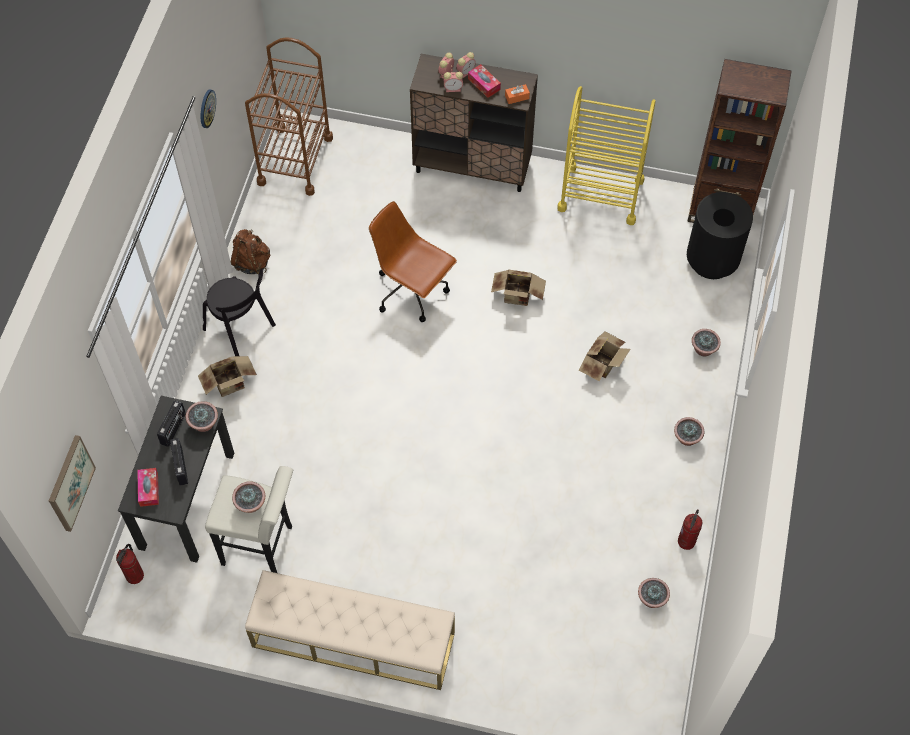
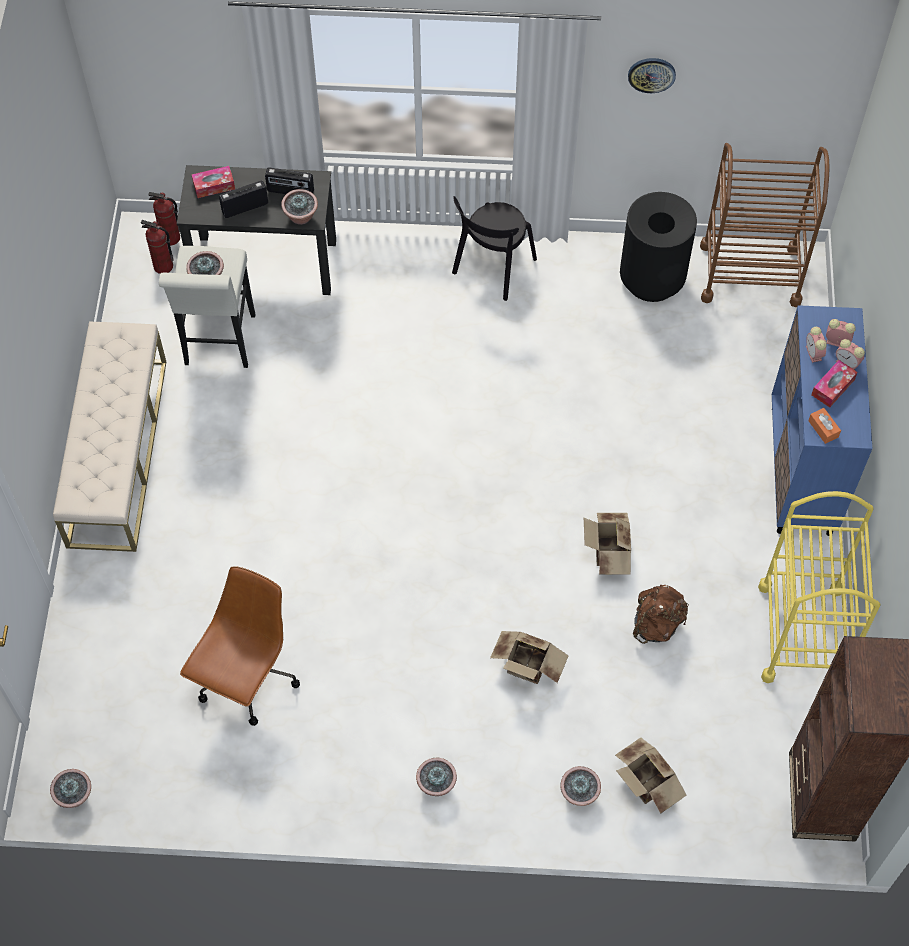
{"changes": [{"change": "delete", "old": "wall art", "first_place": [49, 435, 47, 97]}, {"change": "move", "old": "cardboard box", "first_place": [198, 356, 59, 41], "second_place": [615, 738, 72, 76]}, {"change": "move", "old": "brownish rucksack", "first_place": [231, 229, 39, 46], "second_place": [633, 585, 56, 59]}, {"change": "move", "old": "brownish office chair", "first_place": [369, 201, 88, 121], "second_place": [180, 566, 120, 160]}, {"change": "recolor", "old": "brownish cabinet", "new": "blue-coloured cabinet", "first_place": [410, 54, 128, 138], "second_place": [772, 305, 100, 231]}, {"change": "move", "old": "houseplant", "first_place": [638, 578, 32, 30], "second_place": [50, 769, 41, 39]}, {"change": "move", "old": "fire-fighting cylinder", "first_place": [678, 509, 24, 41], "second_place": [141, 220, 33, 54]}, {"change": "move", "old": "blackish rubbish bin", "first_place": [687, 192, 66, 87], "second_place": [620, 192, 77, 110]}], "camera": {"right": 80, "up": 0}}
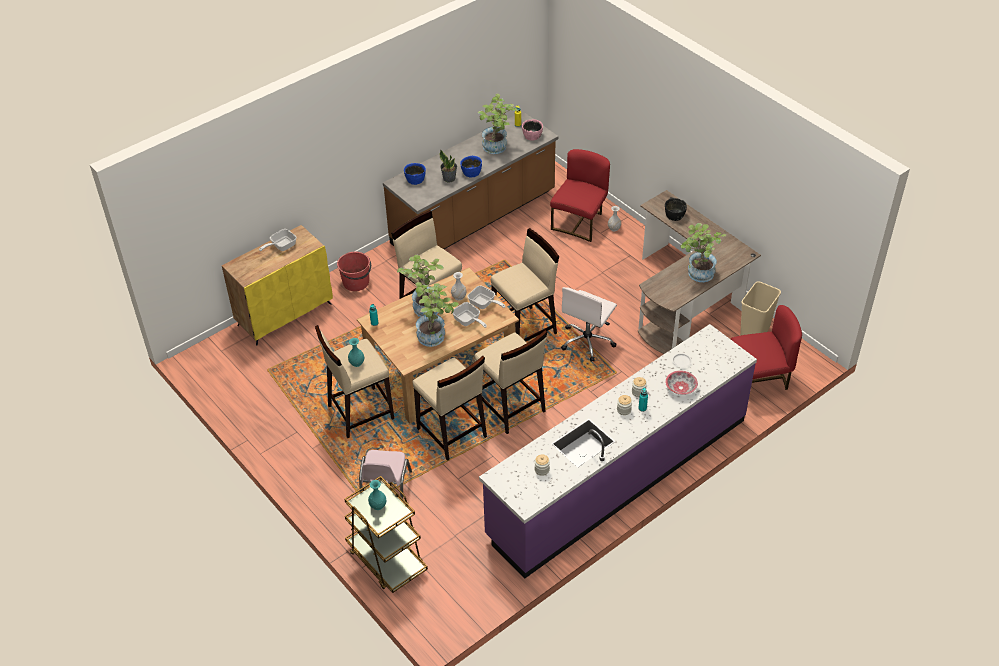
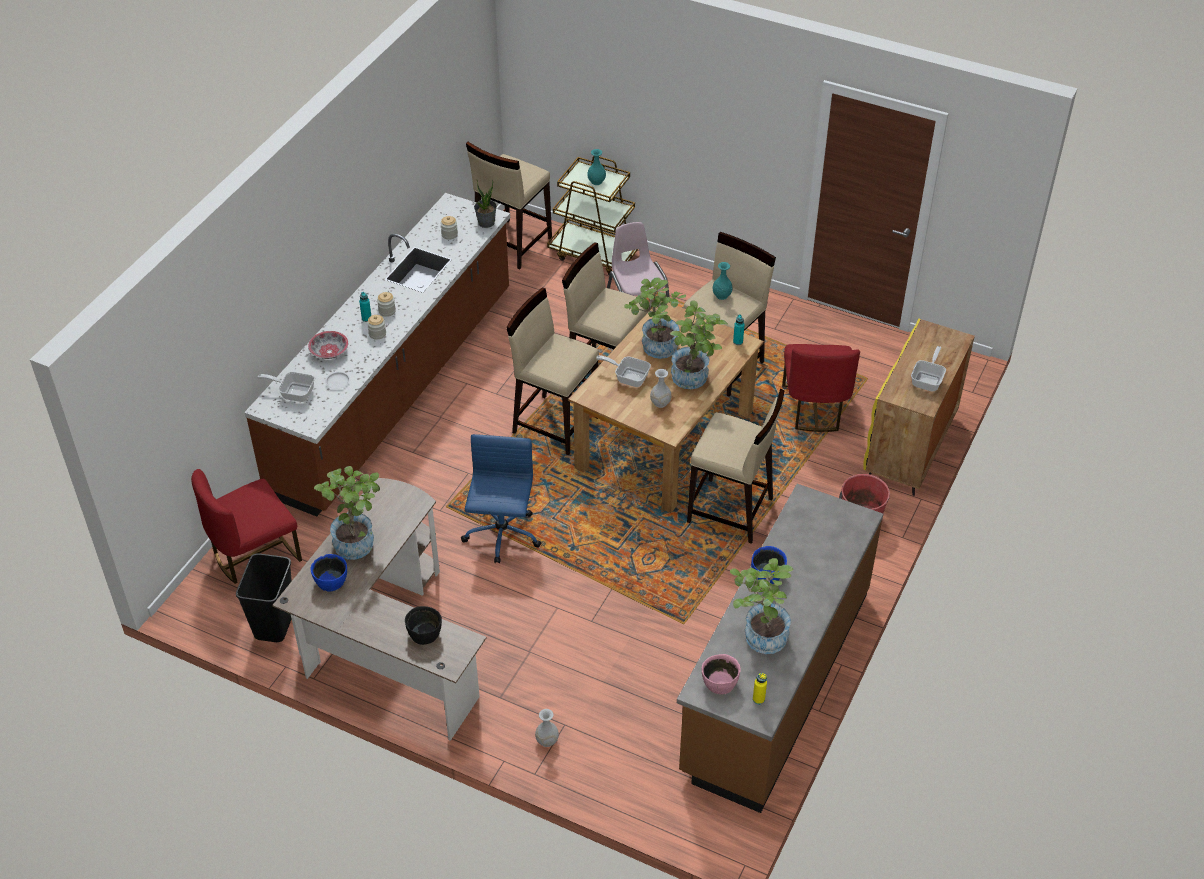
{"changes": [{"change": "move", "old": "blue-coloured deep dish", "first_place": [404, 163, 22, 22], "second_place": [310, 554, 37, 37]}, {"change": "move", "old": "houseplant", "first_place": [440, 149, 17, 33], "second_place": [474, 180, 23, 48]}, {"change": "move", "old": "frying pan", "first_place": [467, 286, 38, 23], "second_place": [258, 372, 57, 30]}, {"change": "recolor", "old": "purple kitchen base unit", "new": "brownish kitchen base unit", "first_place": [479, 324, 278, 255], "second_place": [244, 193, 266, 324]}, {"change": "move", "old": "beige-coloured sitting stool", "first_place": [491, 228, 68, 113], "second_place": [466, 142, 86, 128]}, {"change": "move", "old": "reddish chair", "first_place": [550, 149, 60, 93], "second_place": [782, 344, 78, 88]}, {"change": "recolor", "old": "white-coloured office chair", "new": "blue-coloured office chair", "first_place": [561, 287, 56, 75], "second_place": [461, 434, 80, 129]}, {"change": "recolor", "old": "beige-coloured rubbish bin", "new": "blackish rubbish bin", "first_place": [740, 281, 41, 55], "second_place": [236, 553, 56, 89]}], "camera": {"right": 155, "up": 0}}
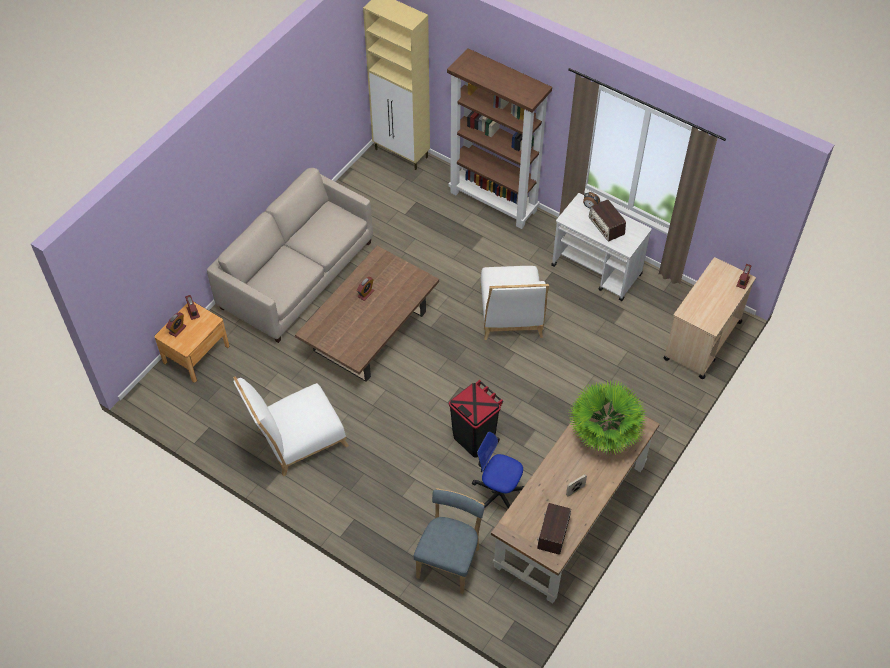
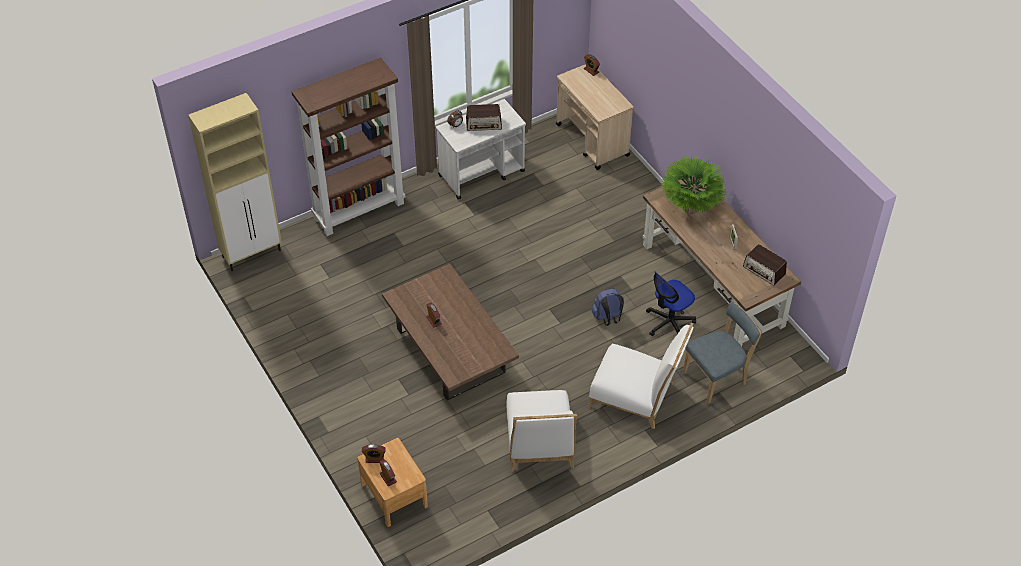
{"changes": [{"change": "delete", "old": "beige-coloured couch", "first_place": [207, 168, 166, 175]}, {"change": "rotate", "old": "blue-coloured chair", "first_place": [414, 488, 71, 106], "second_place": [683, 302, 79, 102], "degrees": 105}, {"change": "replace", "old": "blackish rubbish bin", "new": "blue-coloured rucksack", "first_place": [449, 380, 54, 78], "second_place": [592, 288, 32, 38]}, {"change": "move", "old": "white-coloured chair", "first_place": [480, 266, 69, 74], "second_place": [587, 323, 107, 106]}], "camera": {"right": -65, "up": -5}}
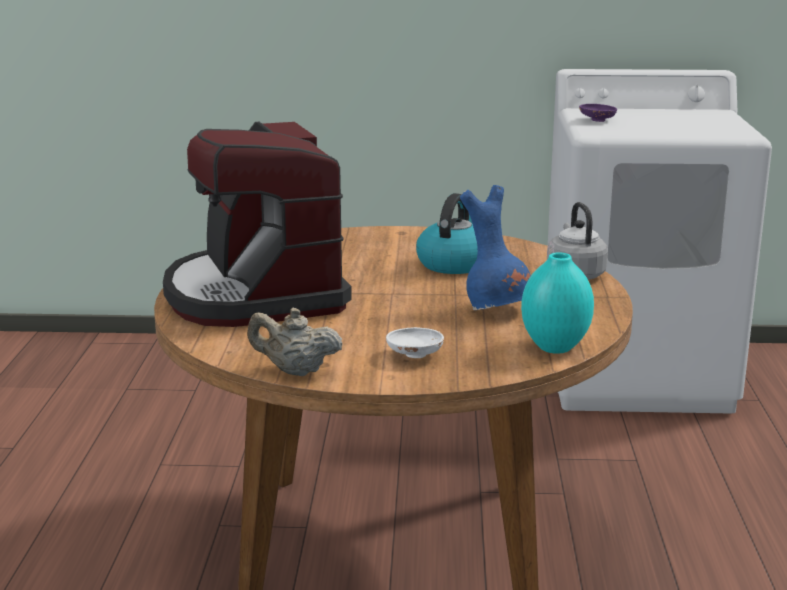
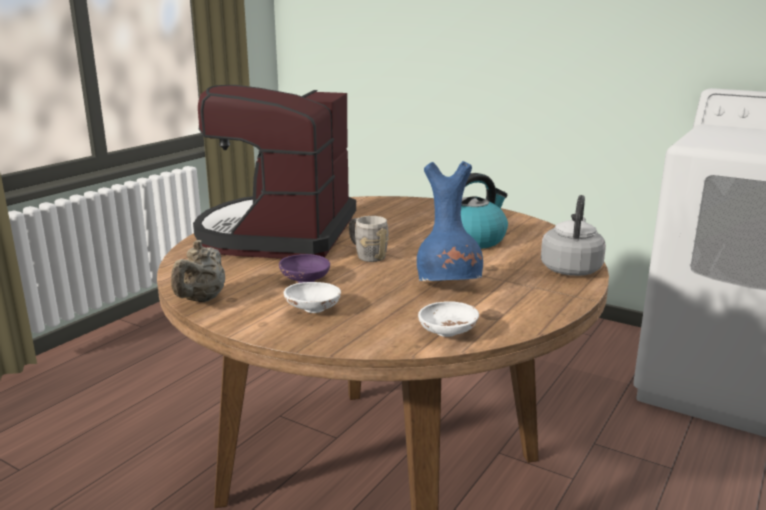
{"changes": [{"change": "rotate", "old": "beige-coloured tea pot", "first_place": [247, 307, 95, 69], "second_place": [171, 240, 54, 62], "degrees": -120}, {"change": "replace", "old": "turquoise-coloured flower vase", "new": "white-coloured deep dish", "first_place": [521, 252, 73, 102], "second_place": [418, 301, 61, 36]}, {"change": "move", "old": "purple deep dish", "first_place": [579, 104, 38, 18], "second_place": [279, 254, 51, 29]}, {"change": "insert", "new": "greyish tea mug", "second_place": [349, 216, 40, 46]}], "camera": {"right": 30, "up": 0}}
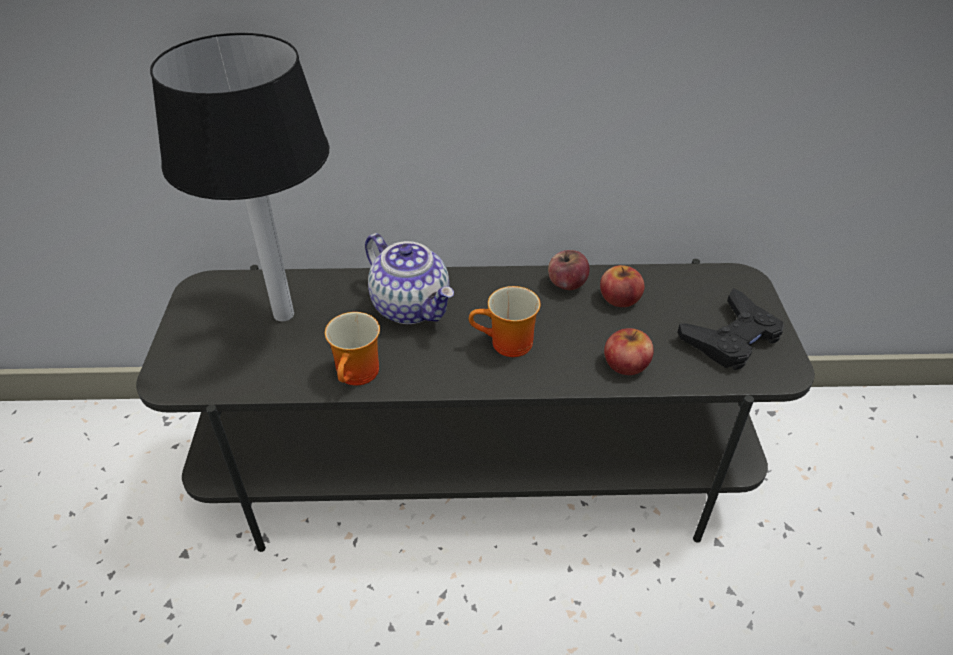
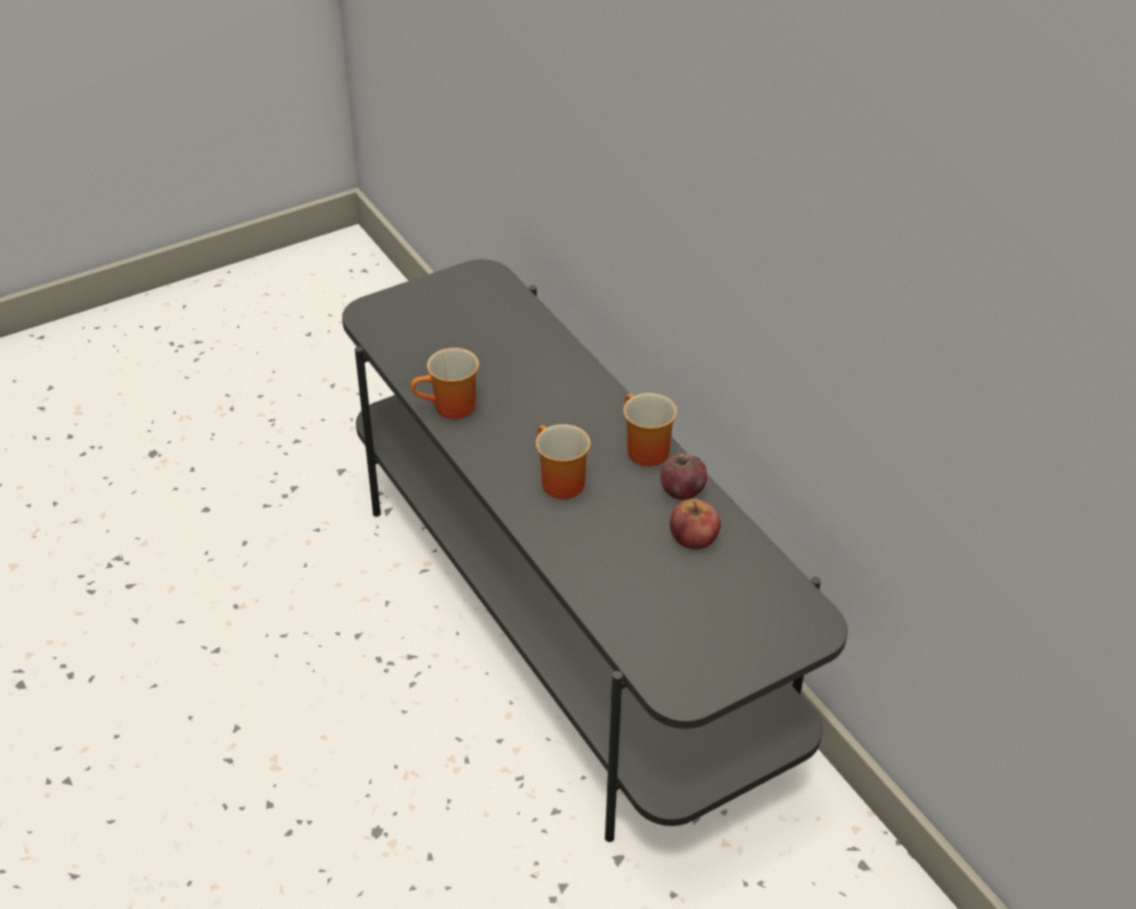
{"changes": [{"change": "delete", "old": "table lamp", "first_place": [150, 33, 179, 288]}, {"change": "delete", "old": "tea pot", "first_place": [365, 233, 89, 91]}, {"change": "delete", "old": "apple", "first_place": [604, 328, 50, 47]}, {"change": "delete", "old": "blackish joypad", "first_place": [678, 288, 106, 82]}, {"change": "insert", "new": "tea mug", "second_place": [623, 393, 54, 73]}], "camera": {"right": 60, "up": 0}}
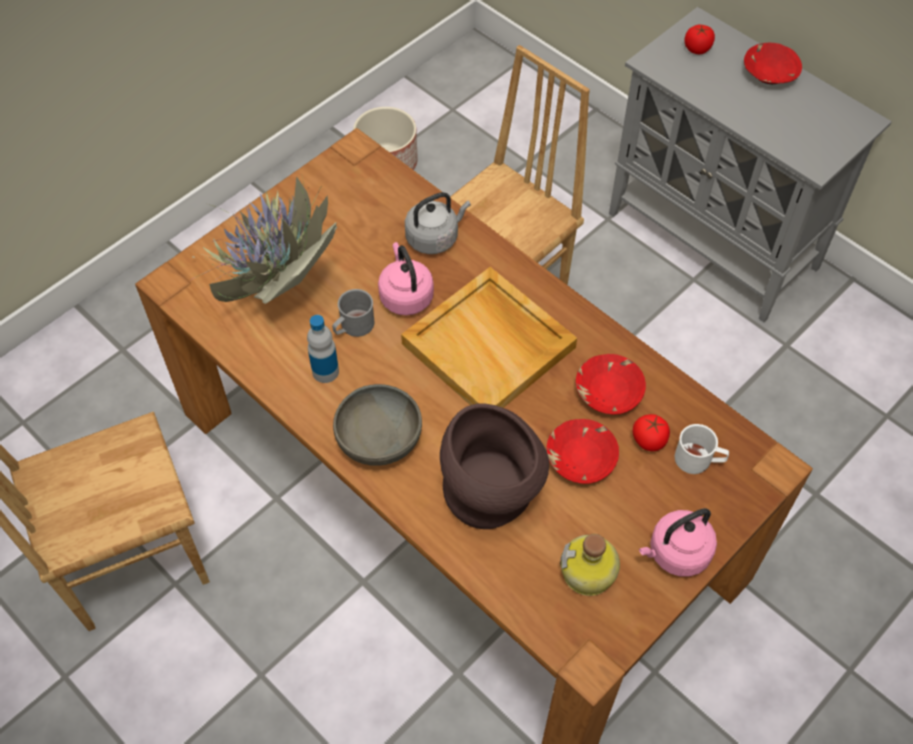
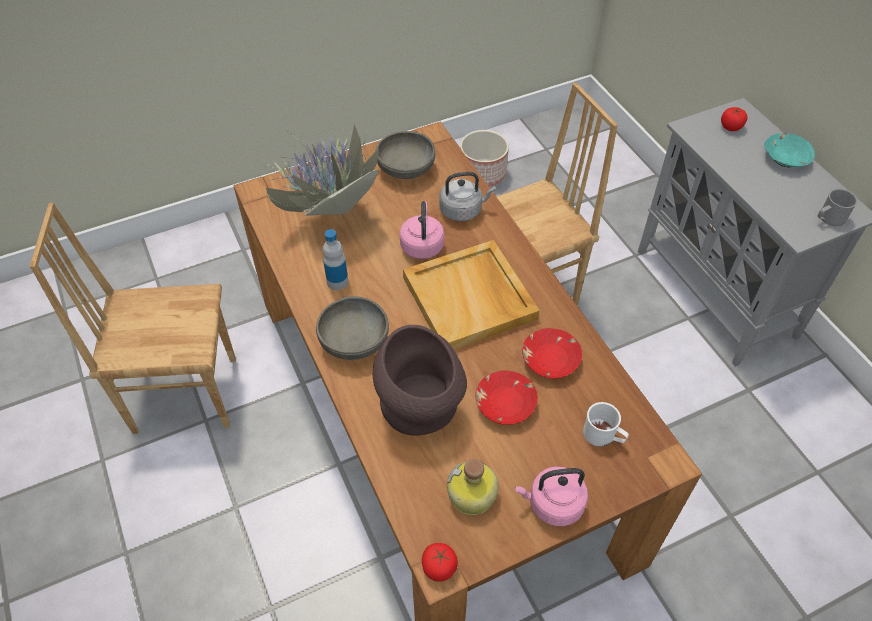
{"changes": [{"change": "move", "old": "greyish tea mug", "first_place": [332, 289, 42, 48], "second_place": [818, 188, 40, 38]}, {"change": "move", "old": "fresh tomato", "first_place": [633, 414, 37, 37], "second_place": [422, 543, 36, 39]}, {"change": "recolor", "old": "reddish deep dish", "new": "turquoise-coloured deep dish", "first_place": [744, 43, 58, 41], "second_place": [764, 133, 51, 34]}, {"change": "insert", "new": "greyish deep dish", "second_place": [375, 131, 60, 48]}], "camera": {"right": 20, "up": -5}}
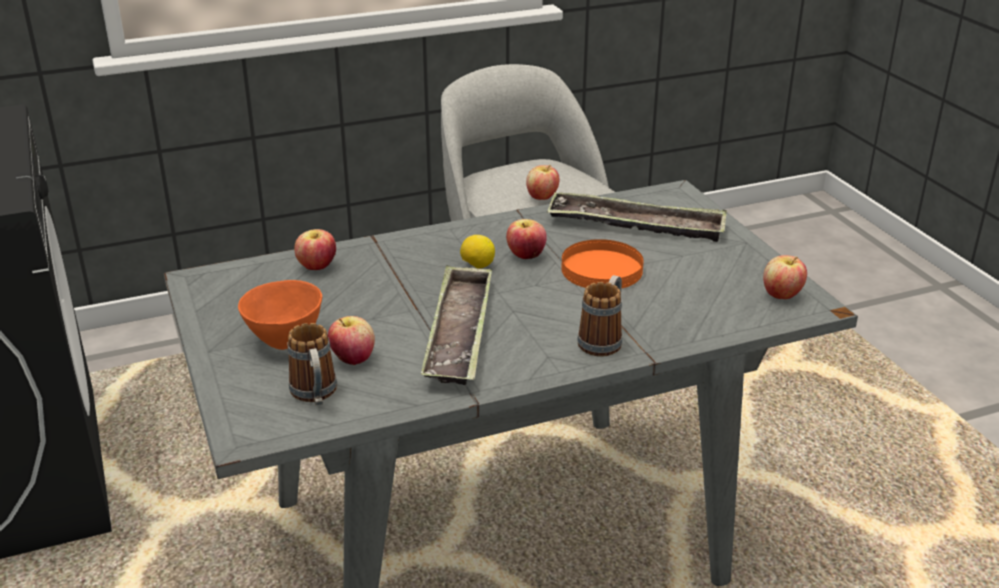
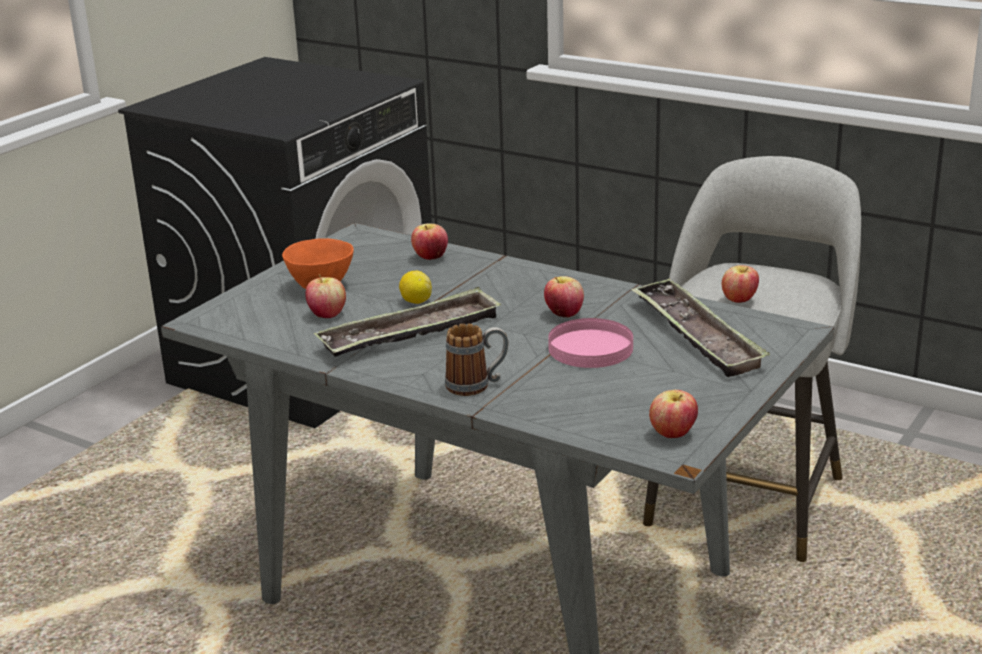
{"changes": [{"change": "delete", "old": "tea mug", "first_place": [287, 323, 50, 82]}, {"change": "move", "old": "citrus fruit", "first_place": [460, 235, 35, 34], "second_place": [399, 271, 33, 33]}, {"change": "recolor", "old": "orange plate", "new": "pink-coloured plate", "first_place": [561, 239, 83, 49], "second_place": [548, 318, 85, 50]}], "camera": {"right": 55, "up": -5}}
